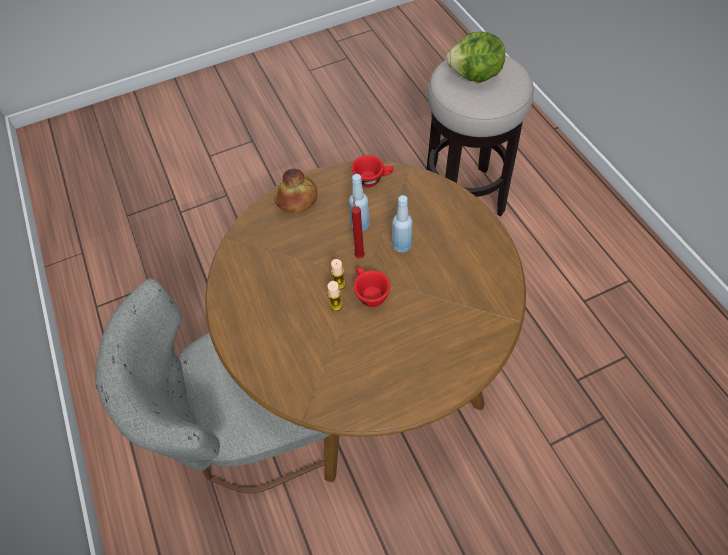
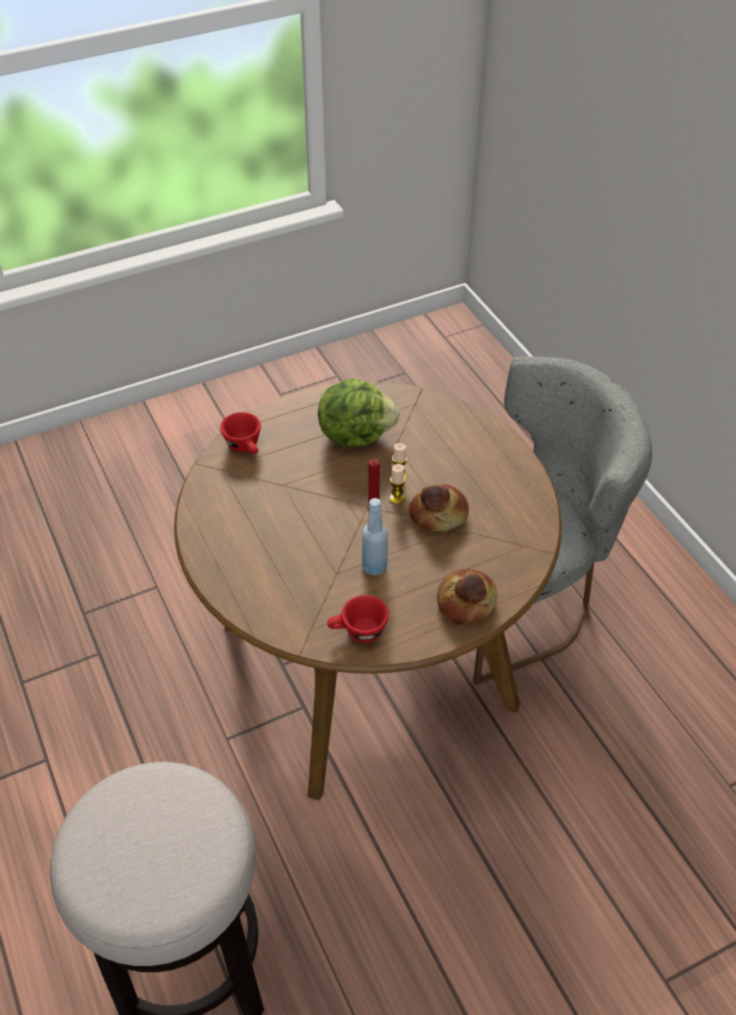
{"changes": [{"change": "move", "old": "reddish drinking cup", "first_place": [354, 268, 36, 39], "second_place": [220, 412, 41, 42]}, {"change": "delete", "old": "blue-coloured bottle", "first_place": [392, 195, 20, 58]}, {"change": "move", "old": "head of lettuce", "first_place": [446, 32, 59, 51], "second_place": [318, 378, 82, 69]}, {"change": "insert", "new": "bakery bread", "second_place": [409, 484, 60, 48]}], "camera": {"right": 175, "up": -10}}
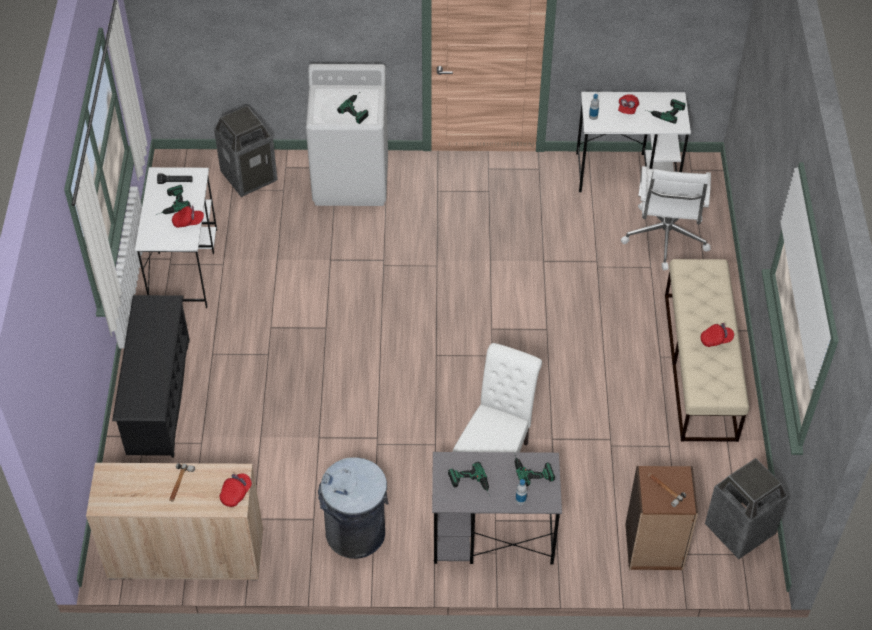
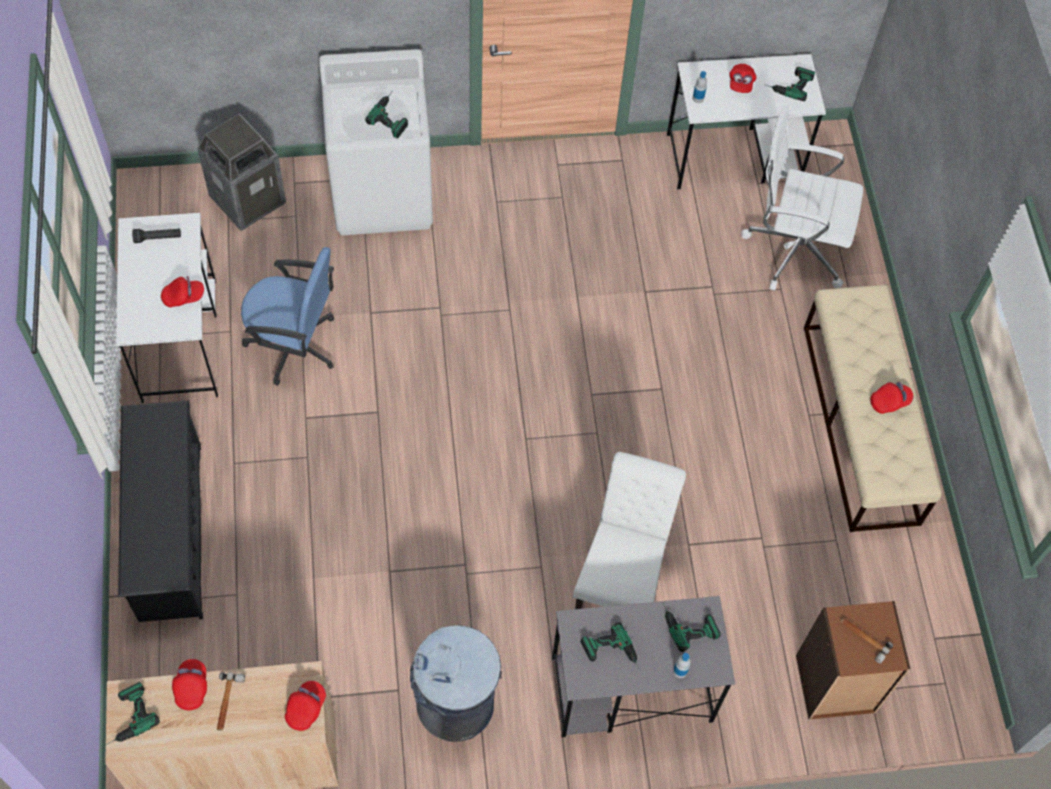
{"changes": [{"change": "move", "old": "power drill", "first_place": [156, 185, 35, 30], "second_place": [105, 681, 55, 64]}, {"change": "rotate", "old": "white-coloured office chair", "first_place": [621, 166, 90, 104], "second_place": [741, 105, 122, 185], "degrees": 105}, {"change": "delete", "old": "rubbish bin", "first_place": [705, 458, 84, 101]}, {"change": "insert", "new": "reddish peaked cap", "second_place": [172, 659, 35, 51]}, {"change": "insert", "new": "blue-coloured office chair", "second_place": [241, 247, 93, 139]}], "camera": {"right": -10, "up": 10}}
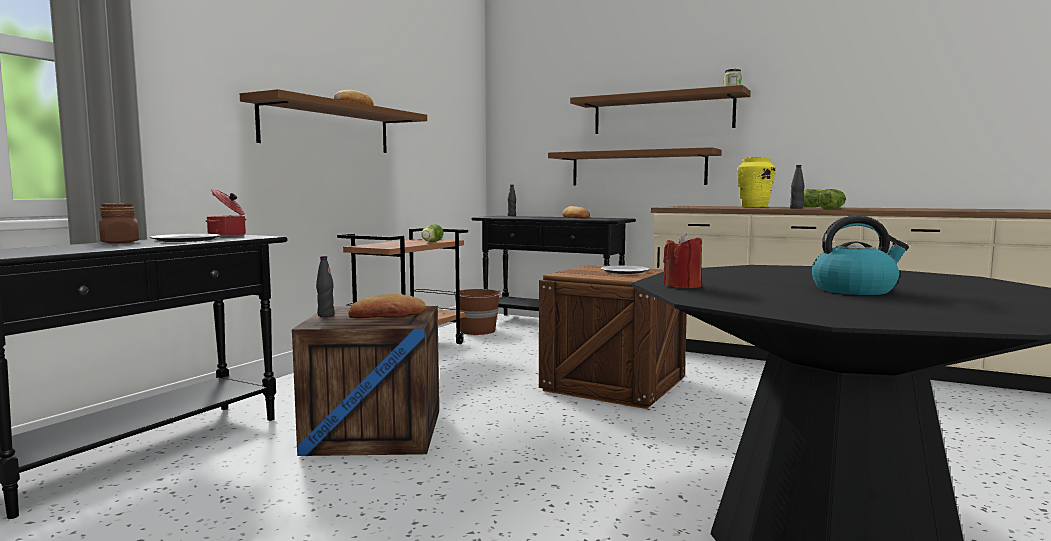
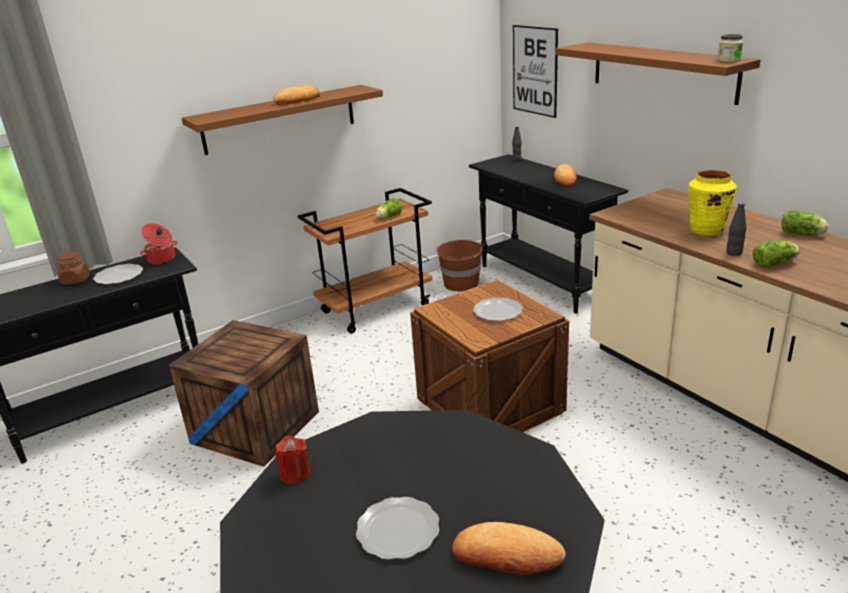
{"changes": [{"change": "delete", "old": "blackish bottle", "first_place": [316, 256, 19, 61]}, {"change": "move", "old": "bakery bread", "first_place": [348, 294, 78, 24], "second_place": [452, 522, 114, 54]}, {"change": "delete", "old": "brownish bracket shelf", "first_place": [548, 147, 174, 39]}, {"change": "replace", "old": "kettle", "new": "plate", "first_place": [812, 216, 97, 79], "second_place": [356, 497, 83, 63]}, {"change": "insert", "new": "wall art", "second_place": [513, 25, 45, 93]}], "camera": {"right": 30, "up": 20}}
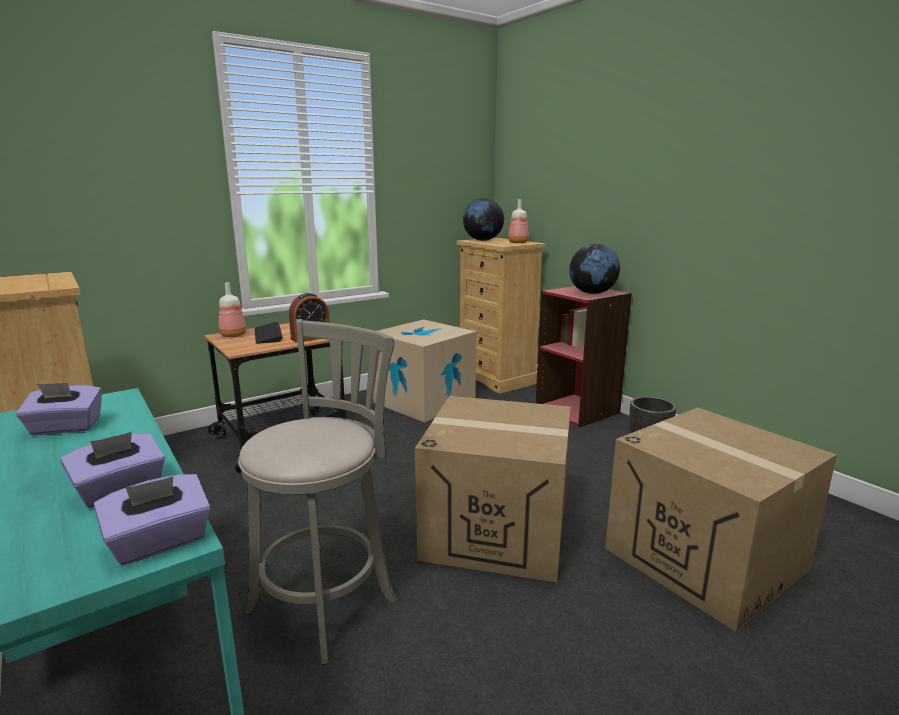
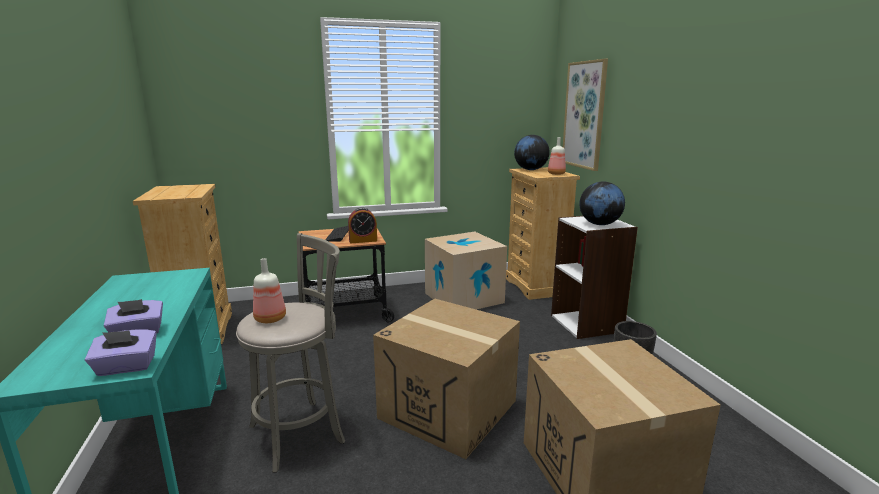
{"changes": [{"change": "delete", "old": "purple tissue box", "first_place": [16, 383, 86, 52]}, {"change": "move", "old": "bottle", "first_place": [219, 282, 27, 55], "second_place": [253, 258, 33, 65]}, {"change": "recolor", "old": "reddish shelving unit", "new": "white-coloured shelving unit", "first_place": [536, 285, 96, 142], "second_place": [551, 216, 87, 123]}, {"change": "insert", "new": "wall art", "second_place": [563, 59, 45, 112]}], "camera": {"right": 20, "up": 0}}
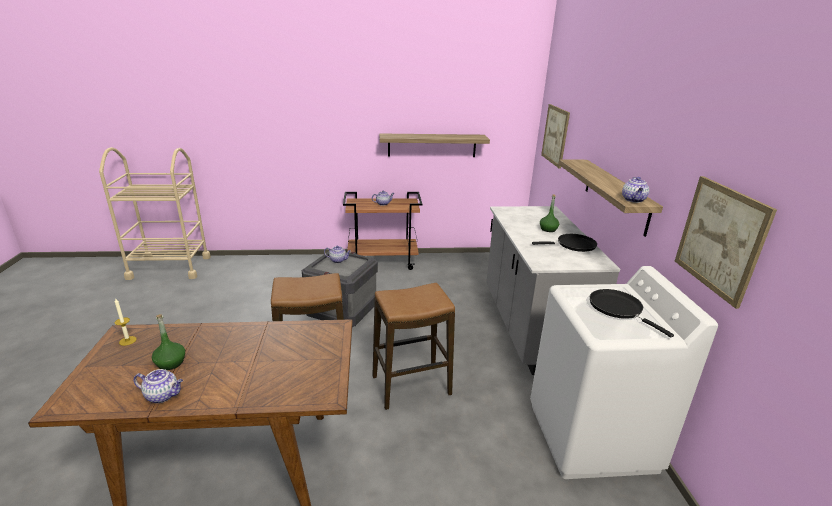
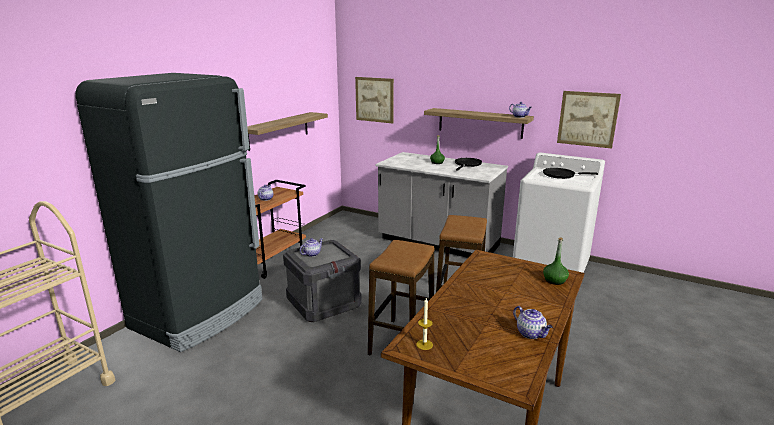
{"changes": [{"change": "rotate", "old": "tea pot", "first_place": [133, 369, 50, 34], "second_place": [513, 306, 40, 33], "degrees": 105}, {"change": "move", "old": "green-coloured bottle", "first_place": [152, 314, 33, 56], "second_place": [543, 237, 26, 48]}, {"change": "insert", "new": "blackish kitchen fridge", "second_place": [76, 73, 187, 279]}], "camera": {"right": -55, "up": -5}}
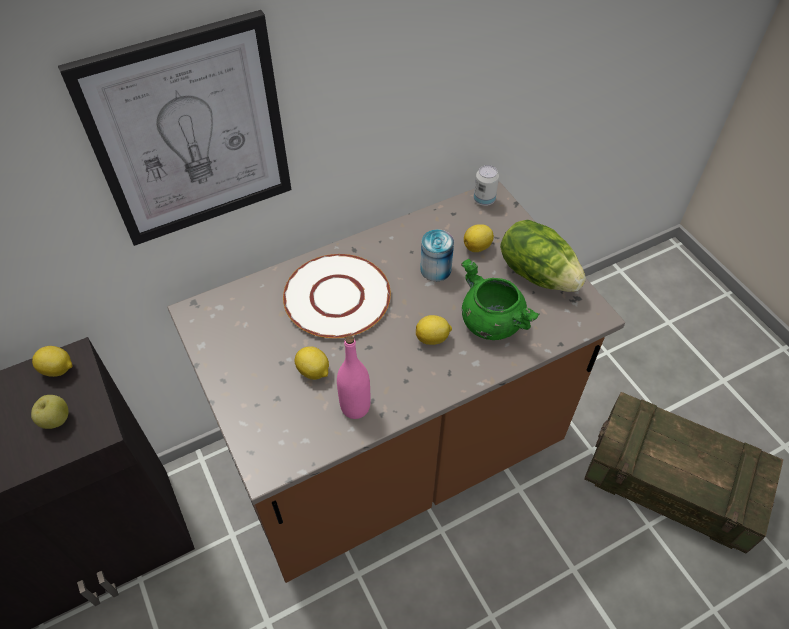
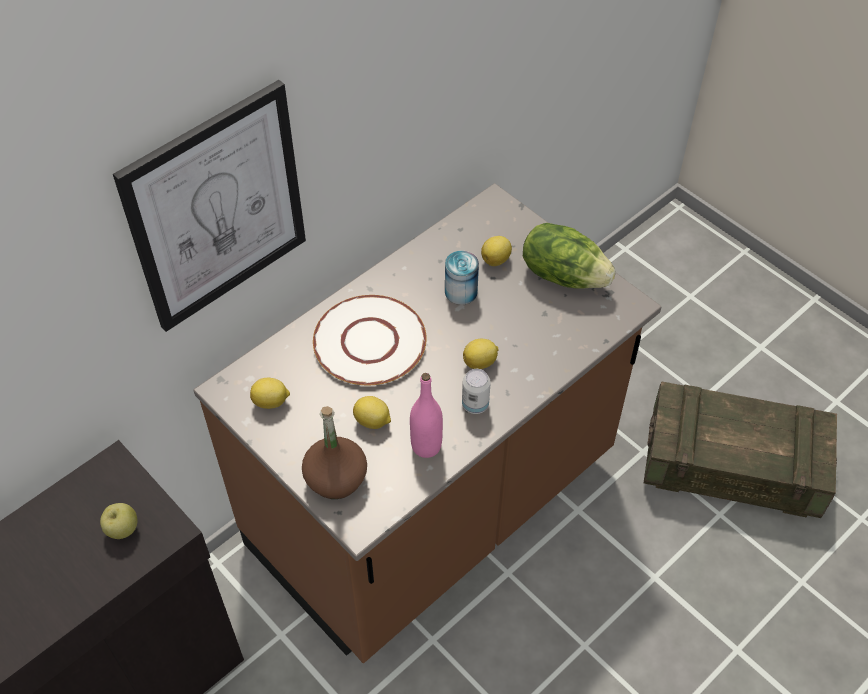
{"changes": [{"change": "move", "old": "citrus fruit", "first_place": [32, 346, 41, 31], "second_place": [250, 378, 40, 31]}, {"change": "delete", "old": "green-coloured cooking pot", "first_place": [461, 259, 78, 81]}, {"change": "move", "old": "sealed can", "first_place": [473, 165, 26, 41], "second_place": [462, 369, 29, 45]}, {"change": "insert", "new": "brownish bottle", "second_place": [302, 406, 65, 93]}], "camera": {"right": -15, "up": 0}}
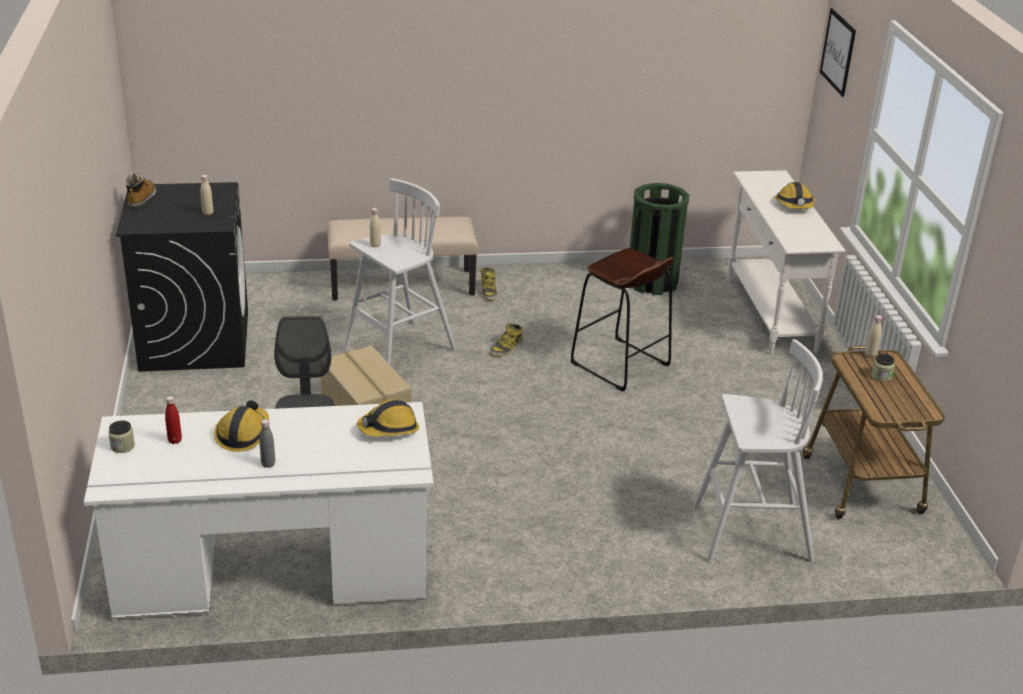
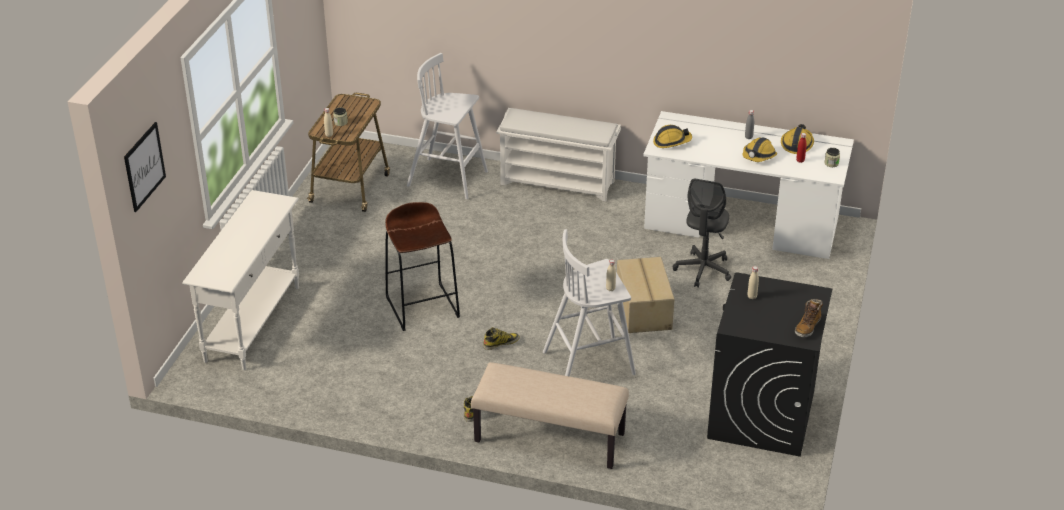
{"changes": [{"change": "delete", "old": "green-coloured rubbish bin", "first_place": [630, 183, 59, 112]}, {"change": "move", "old": "work helmet", "first_place": [775, 182, 40, 27], "second_place": [781, 124, 33, 30]}, {"change": "insert", "new": "white-coloured shoe rack", "second_place": [496, 108, 125, 94]}], "camera": {"right": -155, "up": 5}}
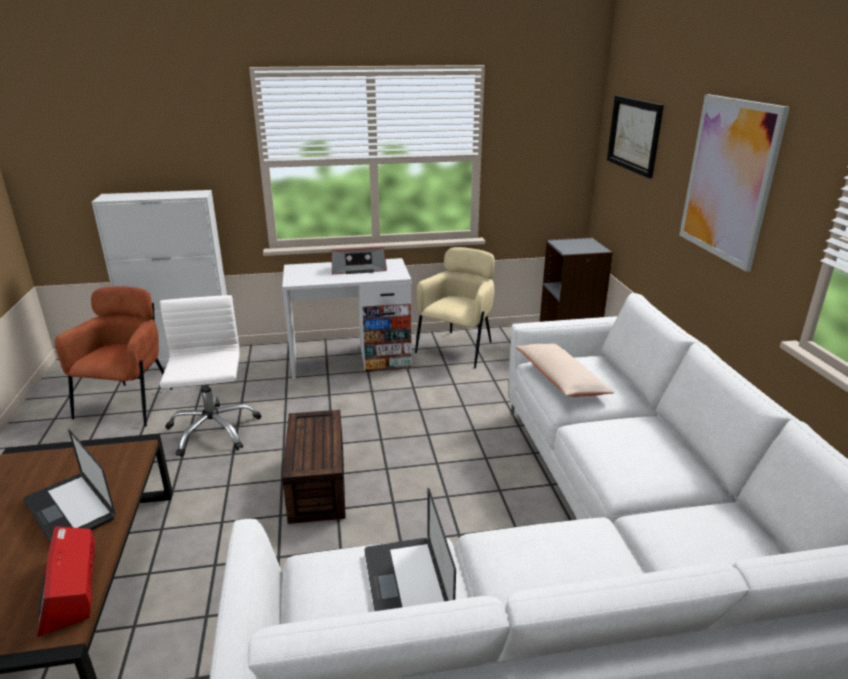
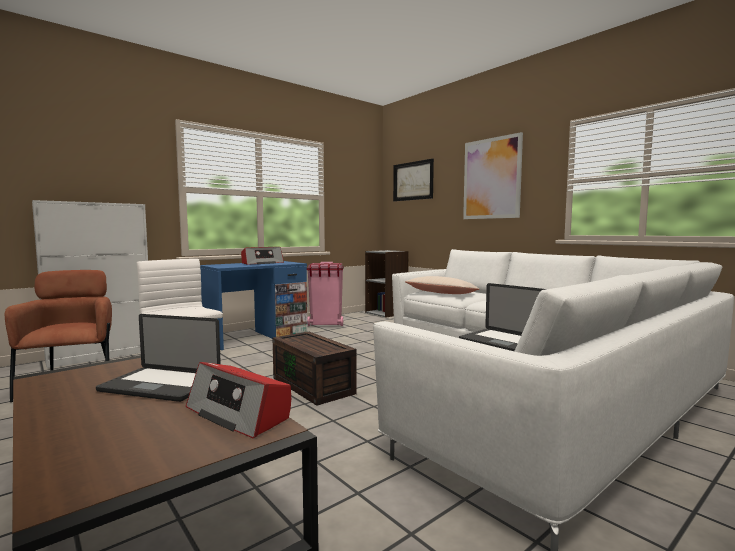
{"changes": [{"change": "recolor", "old": "white-coloured desk", "new": "blue-coloured desk", "first_place": [282, 258, 130, 121], "second_place": [200, 261, 108, 89]}, {"change": "replace", "old": "beige-coloured armchair", "new": "pink-coloured rubbish bin", "first_place": [415, 247, 80, 121], "second_place": [307, 262, 37, 64]}], "camera": {"right": -30, "up": -20}}
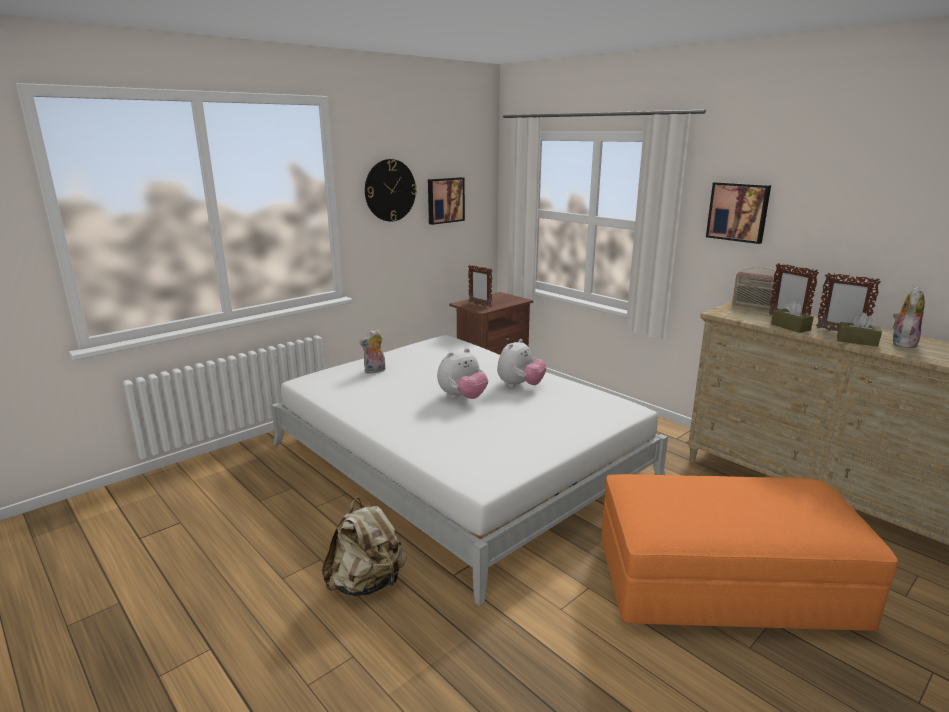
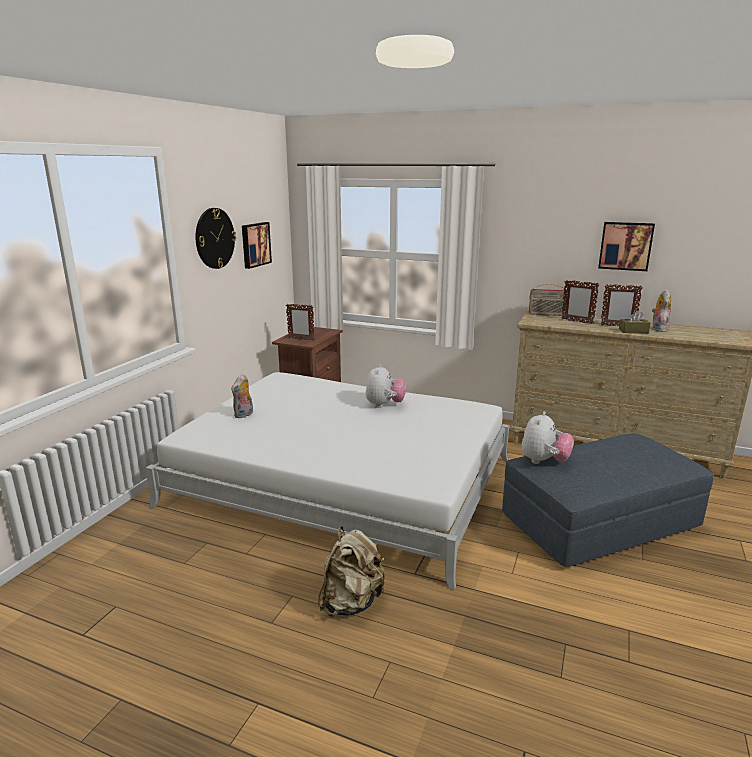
{"changes": [{"change": "move", "old": "plush toy", "first_place": [437, 348, 51, 51], "second_place": [522, 411, 52, 53]}, {"change": "recolor", "old": "orange pouffe", "new": "greyish pouffe", "first_place": [601, 474, 297, 157], "second_place": [502, 433, 212, 134]}, {"change": "move", "old": "wall art", "first_place": [706, 182, 65, 62], "second_place": [598, 222, 57, 49]}, {"change": "delete", "old": "brownish tissue box", "first_place": [771, 300, 43, 33]}], "camera": {"right": -25, "up": 0}}
